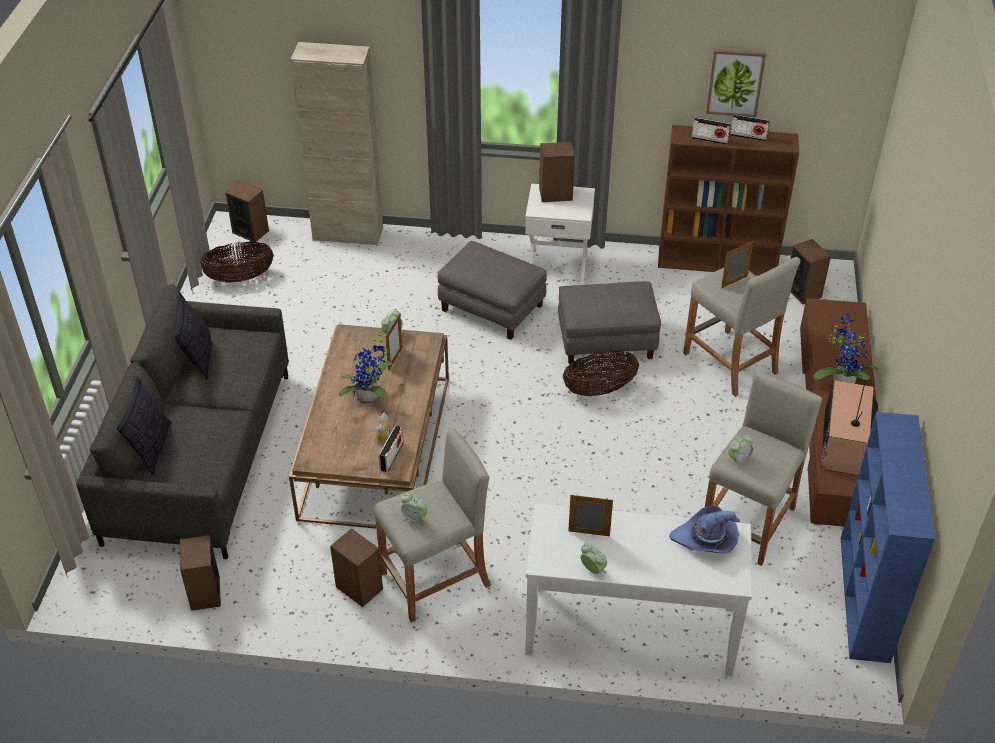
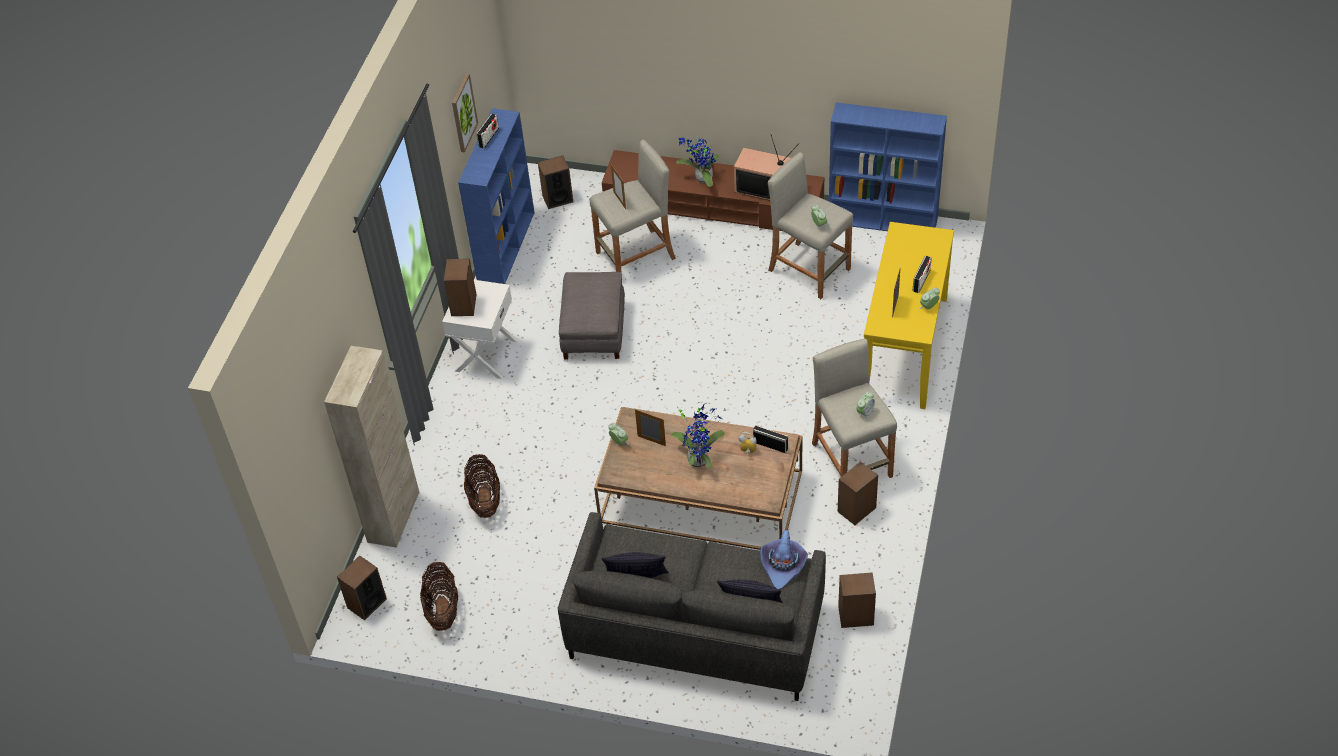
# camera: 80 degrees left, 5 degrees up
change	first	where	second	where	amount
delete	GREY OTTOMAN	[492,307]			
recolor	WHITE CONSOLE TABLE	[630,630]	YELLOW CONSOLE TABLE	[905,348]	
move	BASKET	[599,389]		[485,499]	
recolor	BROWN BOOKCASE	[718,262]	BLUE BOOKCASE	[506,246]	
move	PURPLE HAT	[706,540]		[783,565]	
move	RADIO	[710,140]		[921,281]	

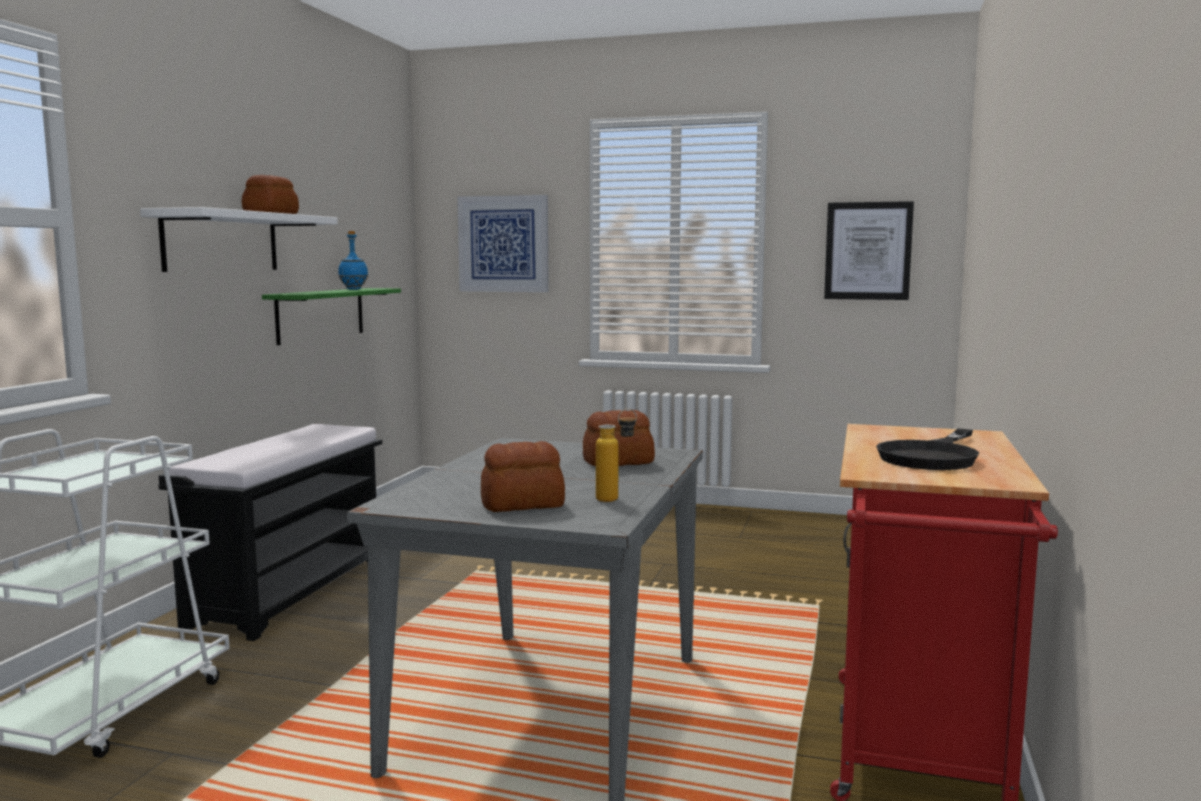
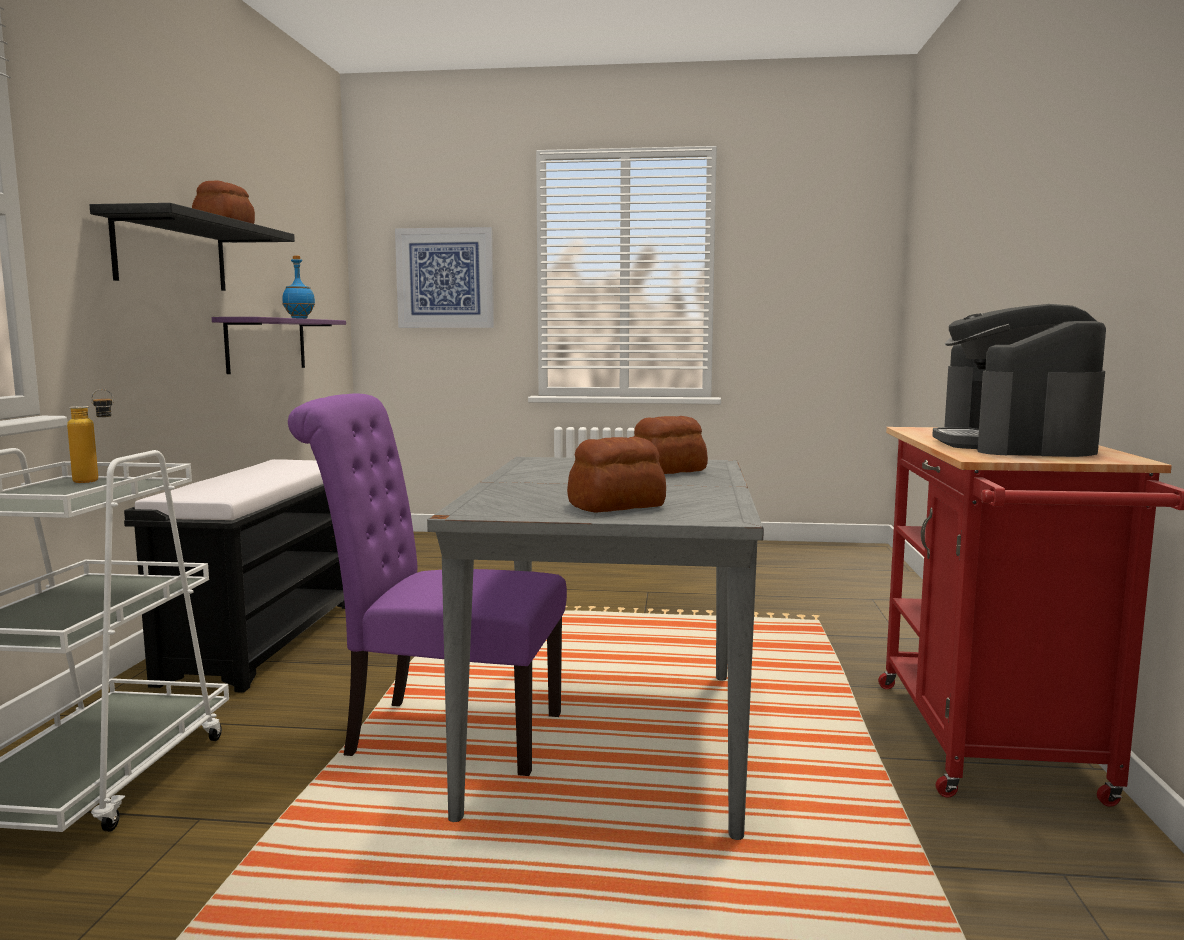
# camera: 10 degrees left, 0 degrees up
change	first	where	second	where	amount
recolor	WHITE SHELF	[221,242]	BLACK SHELF	[172,254]	
recolor	GREEN SHELF	[321,314]	PURPLE SHELF	[267,344]	
move	BOTTLE	[616,499]		[96,480]	
delete	PICTURE	[868,251]			
replace	BLACK FRYING PAN	[932,456]	COFFEE MACHINE	[1013,444]	
insert			PURPLE CHAIR	[442,734]	

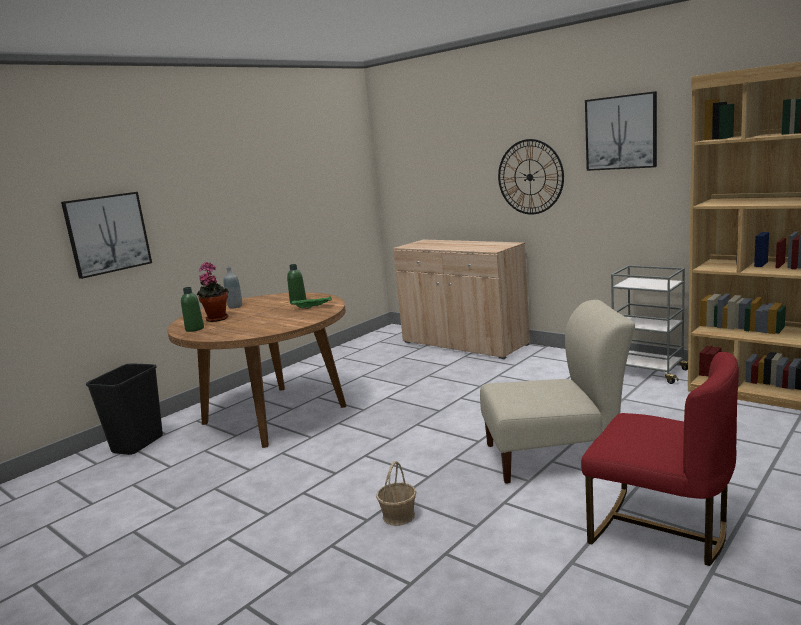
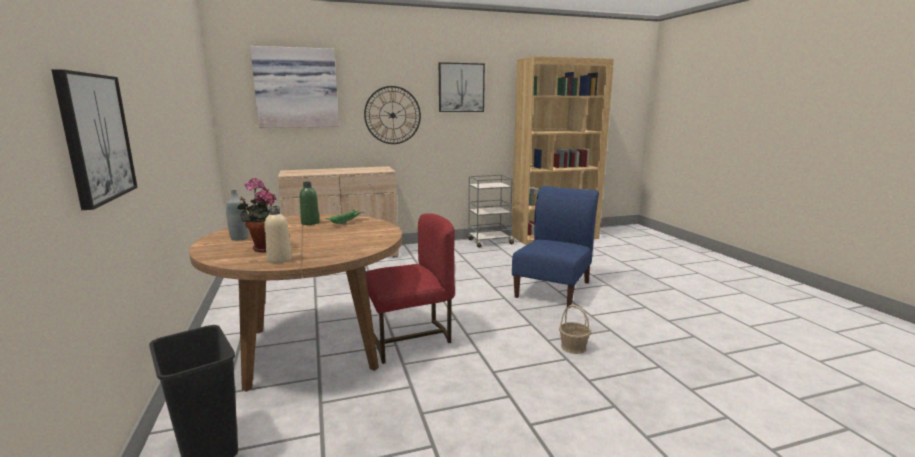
# camera: 60 degrees left, 0 degrees up
change	first	where	second	where	amount
recolor	GREEN BOTTLE	[194,329]	BEIGE BOTTLE	[279,259]	
recolor	BEIGE CHAIR	[555,456]	BLUE CHAIR	[554,288]	
move	RED CHAIR	[660,529]		[409,338]	
insert			PICTURE	[296,88]	

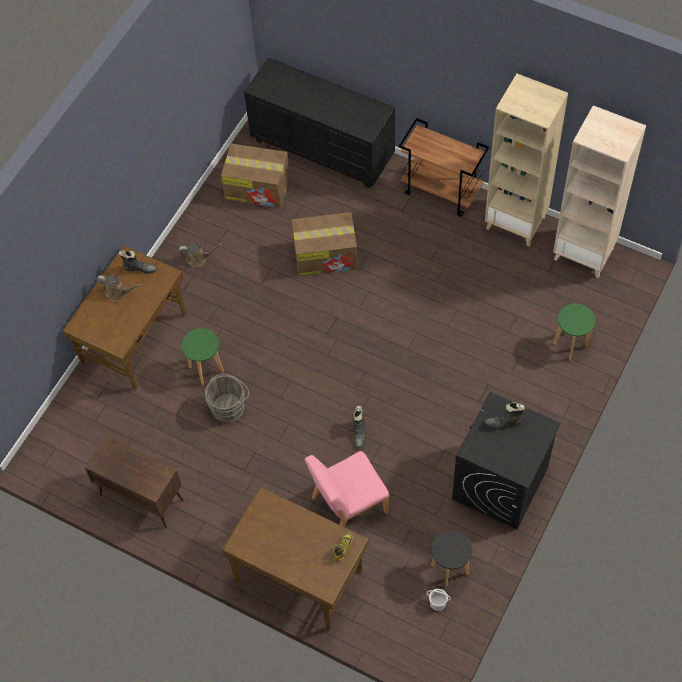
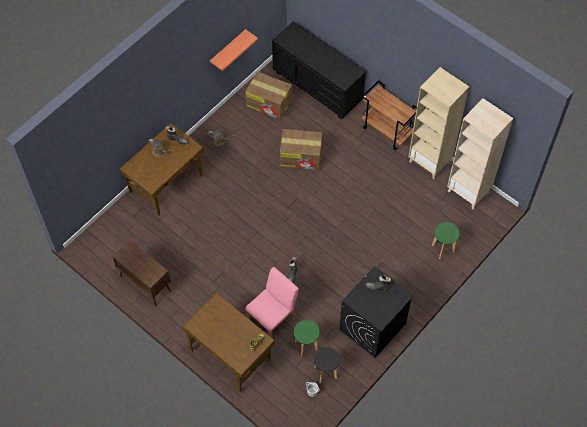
# camera: 10 degrees right, 0 degrees up
change	first	where	second	where	amount
move	GREEN STOOL	[206,369]		[306,346]	
delete	GREY BUCKET	[229,406]			
rotate	PINK CHAIR	[348,504]		[273,318]	150 degrees clockwise
insert			SHELF	[228,49]	

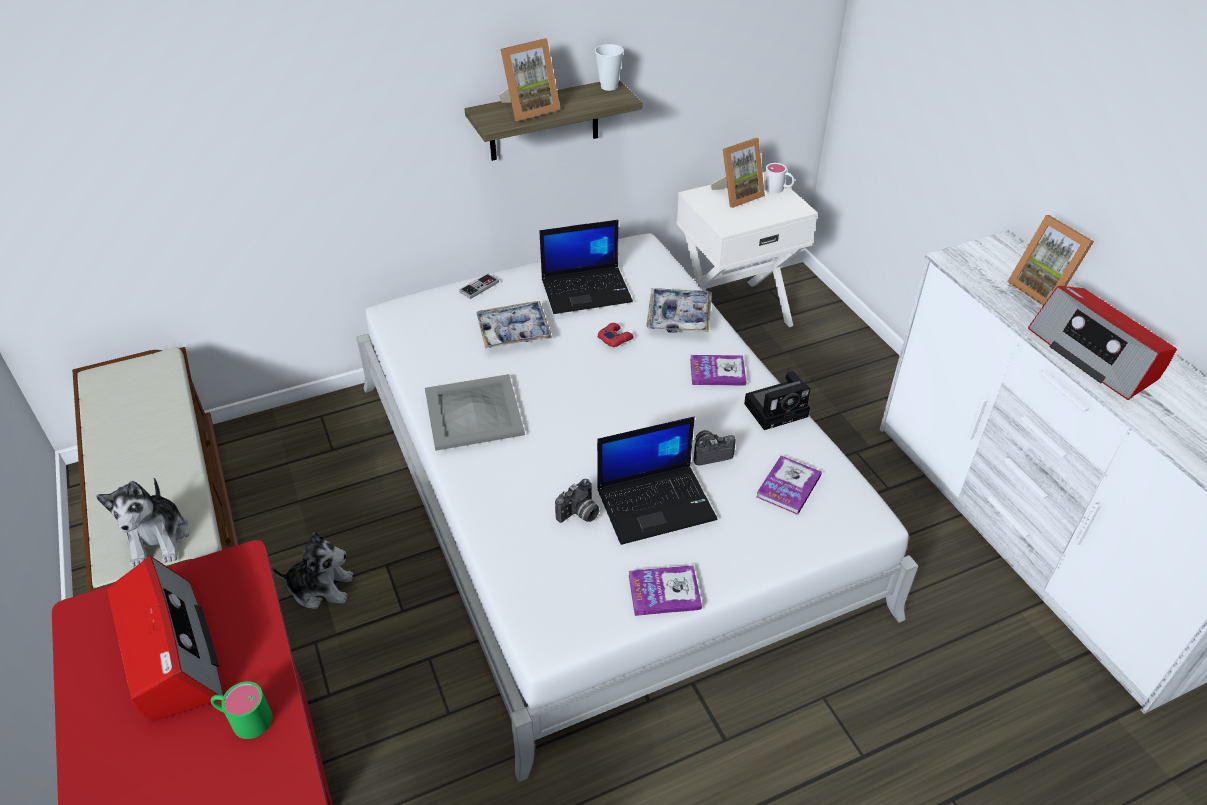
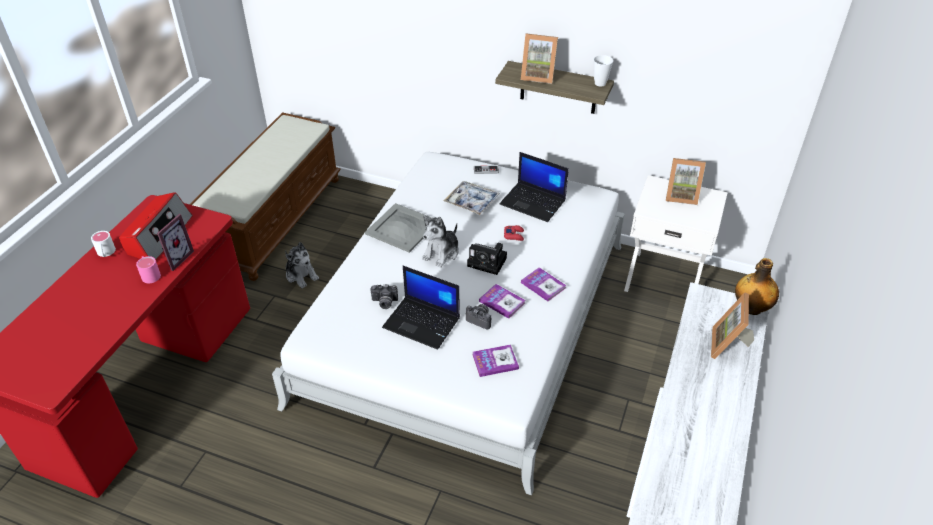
# camera: 45 degrees right, 0 degrees up
change	first	where	second	where	amount
move	PLUSH TOY	[159,538]		[442,253]	
recolor	GREEN MUG	[243,719]	PINK MUG	[150,274]	
move	BOOK	[664,592]		[502,302]	
delete	TRAY	[679,317]			
move	PHOTO CAMERA	[778,409]		[488,262]	
move	WHITE MUG	[778,189]		[106,253]	
delete	RADIO	[1095,355]			
insert			PICTURE FRAME	[176,258]	
insert			BOTTLE	[751,308]	

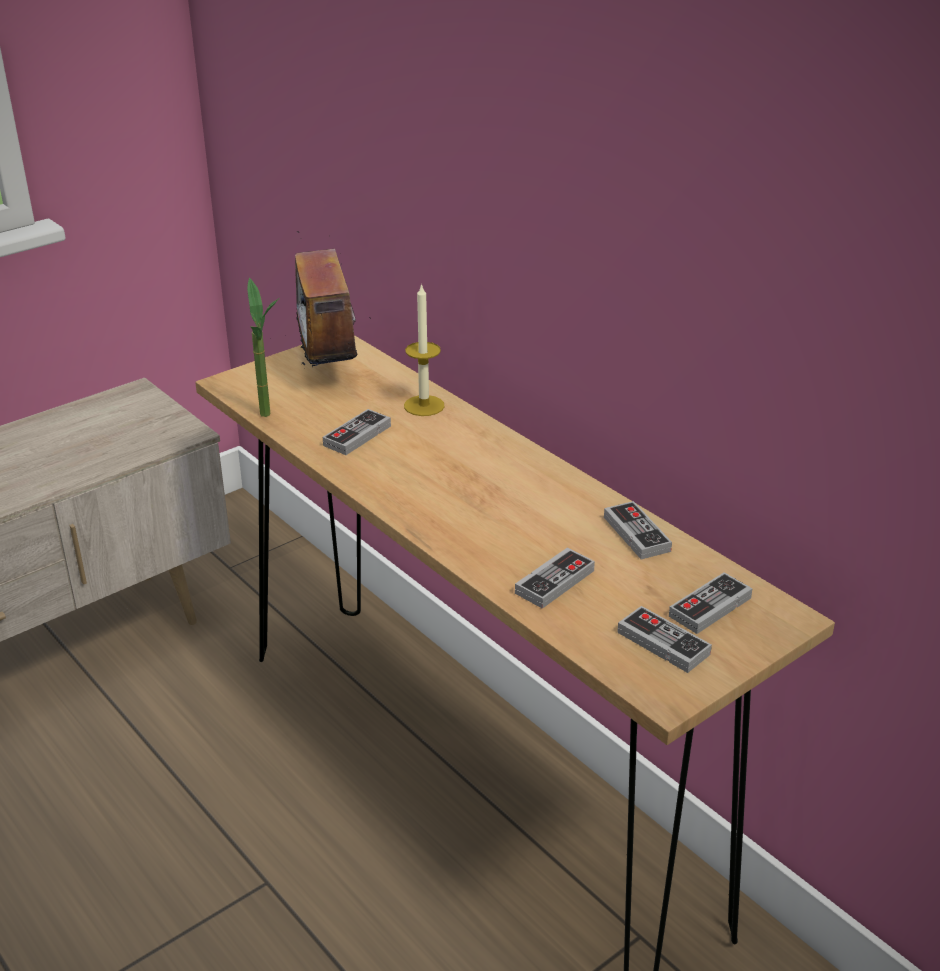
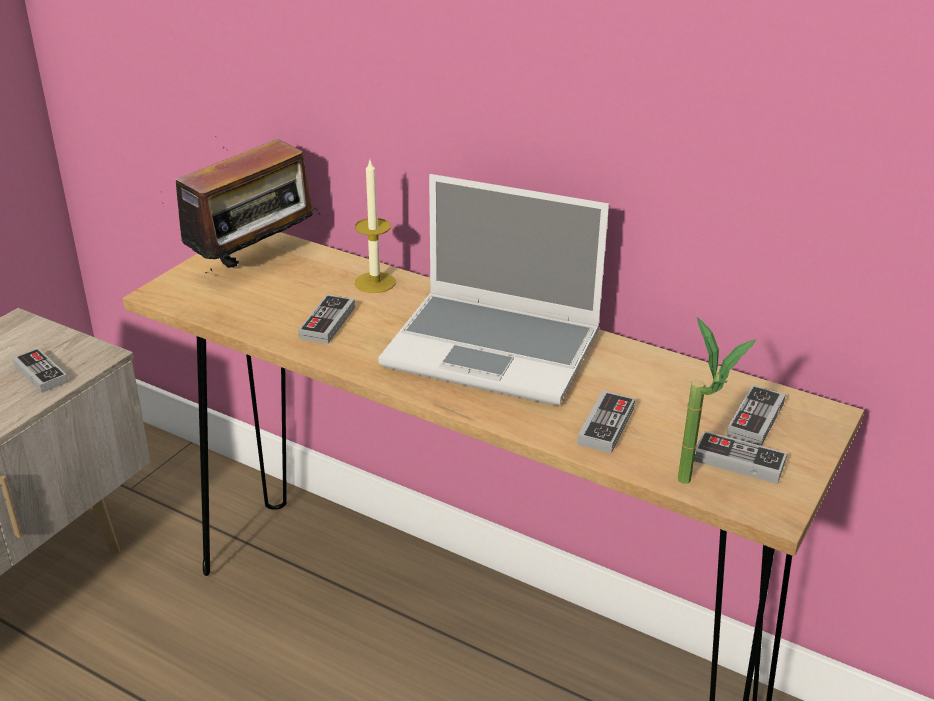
# camera: 20 degrees left, 0 degrees up
change	first	where	second	where	amount
move	POTTED PLANT	[271,418]		[697,484]	
rotate	RADIO	[326,369]		[255,263]	105 degrees counterclockwise
move	GAME CONTROLLER	[636,534]		[40,373]	
insert			LAPTOP	[495,349]	

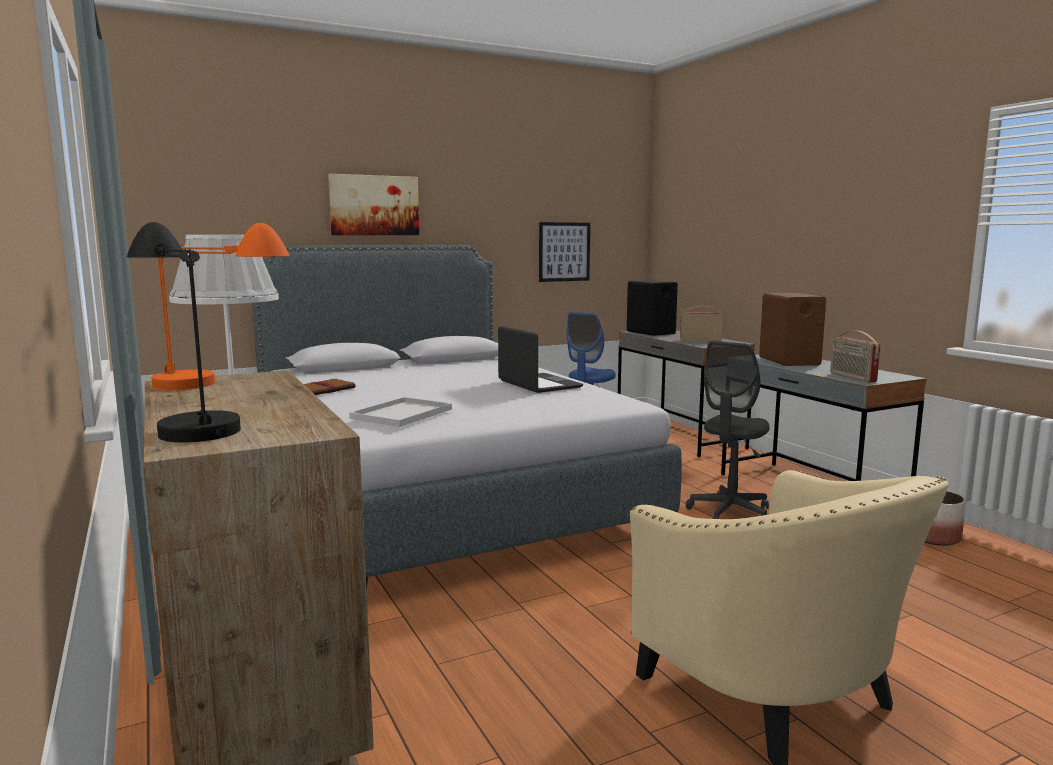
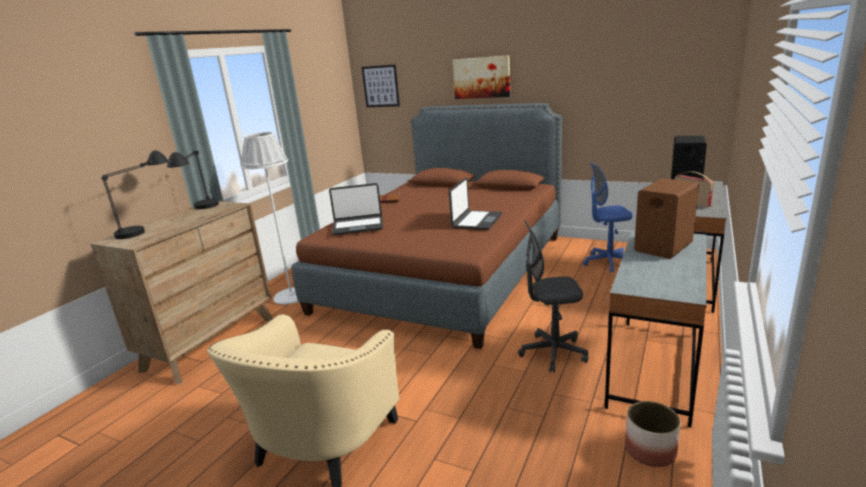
# camera: 55 degrees right, 10 degrees up
change	first	where	second	where	amount
recolor	ORANGE TABLE LAMP	[220,389]	BLACK TABLE LAMP	[201,211]	
recolor	GREY BED	[439,493]	BROWN BED	[445,271]	
replace	WHITE TRAY	[402,413]	LAPTOP	[358,226]	
move	PICTURE	[564,252]		[380,86]	
delete	RADIO	[852,377]			

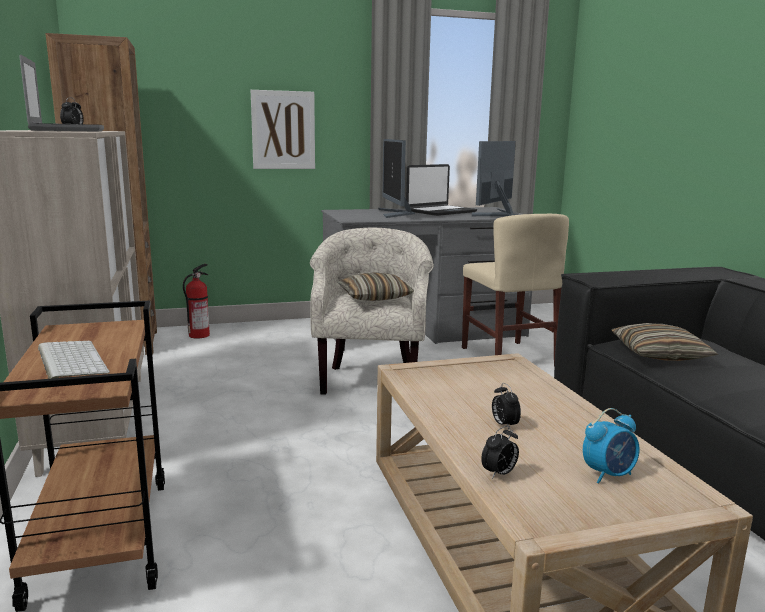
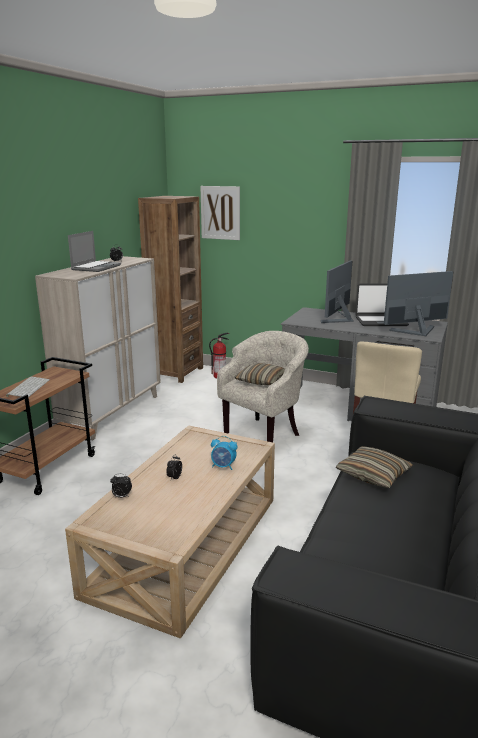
# camera: 40 degrees right, 5 degrees up
change	first	where	second	where	amount
move	PICTURE	[283,130]		[220,213]	
move	ALARM CLOCK	[608,474]		[223,466]	

